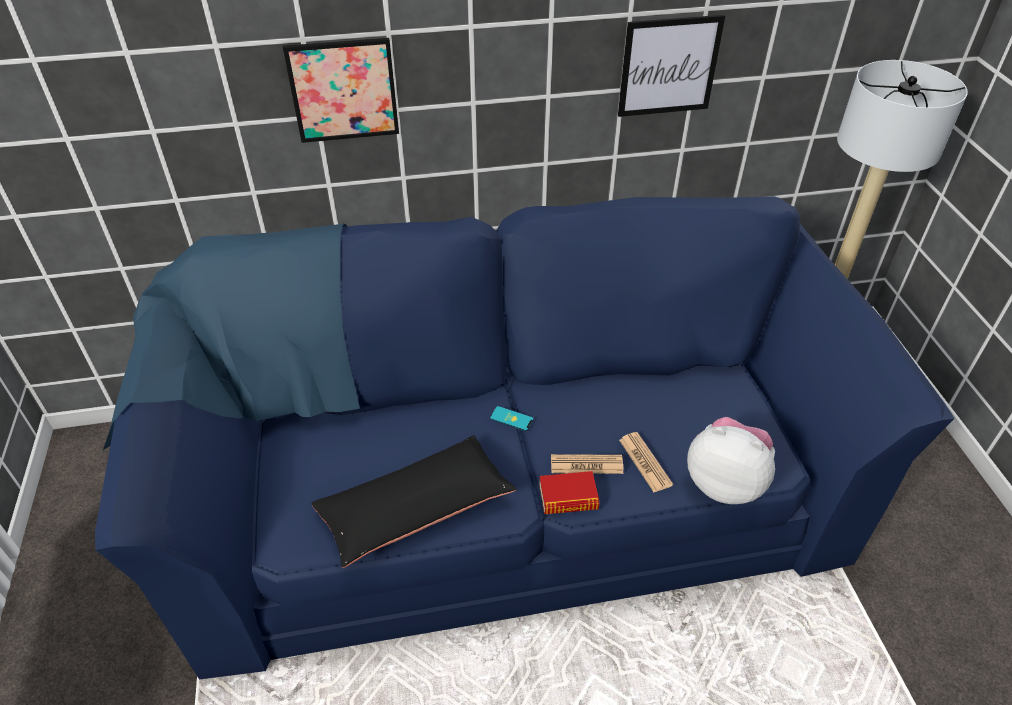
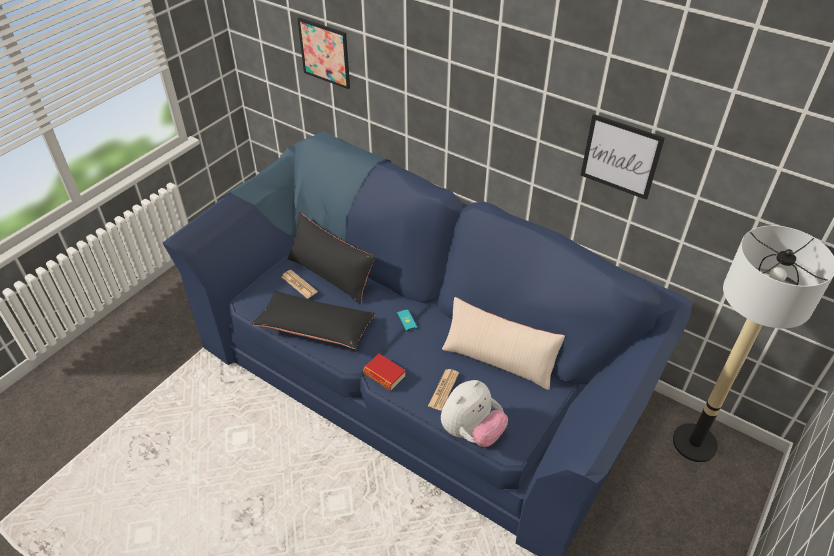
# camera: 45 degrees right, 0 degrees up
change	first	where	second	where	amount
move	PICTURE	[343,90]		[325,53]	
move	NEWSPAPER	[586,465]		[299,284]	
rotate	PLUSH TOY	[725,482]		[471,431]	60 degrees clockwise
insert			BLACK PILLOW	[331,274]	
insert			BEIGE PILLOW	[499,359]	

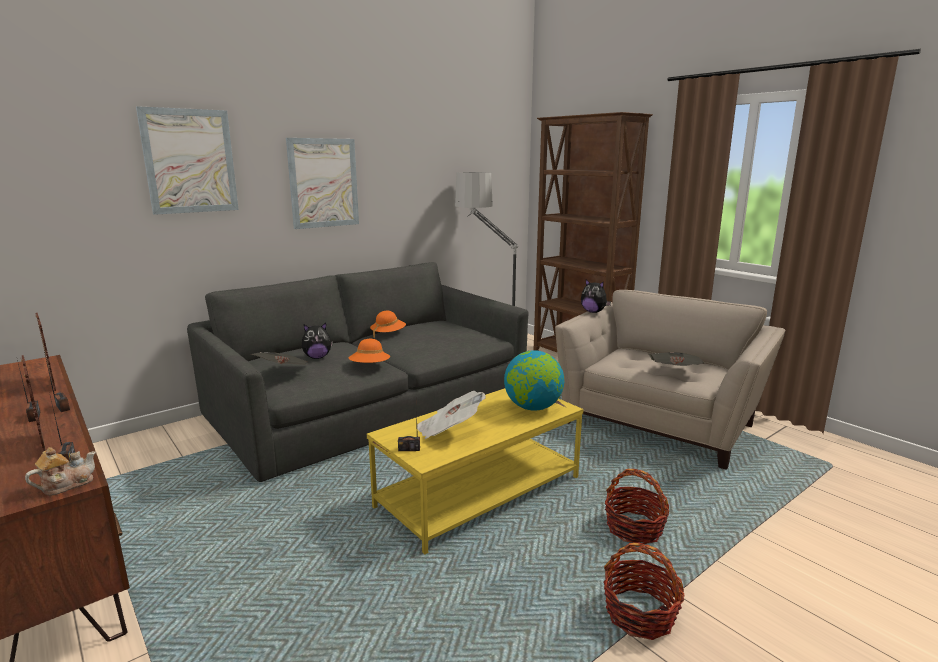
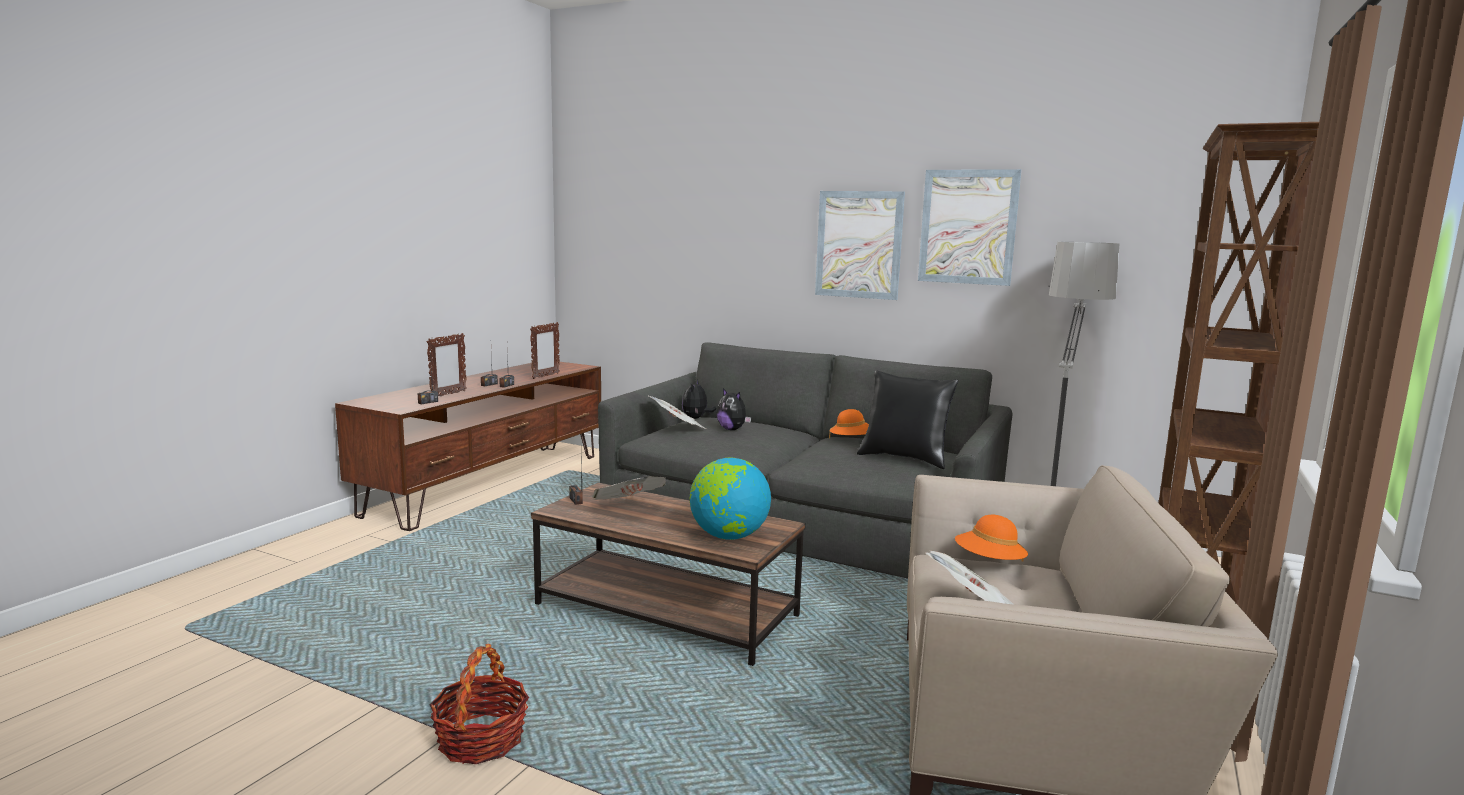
# camera: 65 degrees right, 5 degrees down
change	first	where	second	where	amount
delete	TEAPOT	[66,485]			
move	PICTURE	[190,161]		[968,227]	
move	ORANGE HAT	[370,367]		[989,563]	
recolor	YELLOW COFFEE TABLE	[479,491]	BROWN COFFEE TABLE	[668,610]	
move	PLUSH TOY	[593,312]		[696,418]	
delete	BASKET	[634,528]			
insert			BLACK PILLOW	[905,458]	

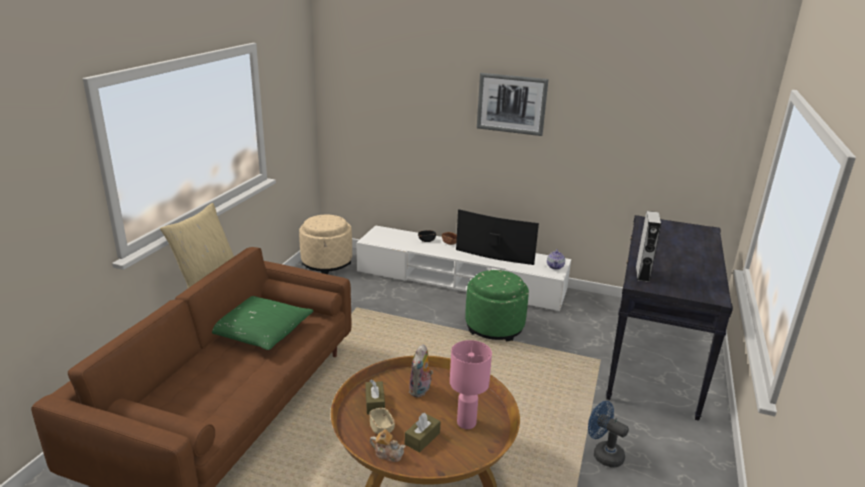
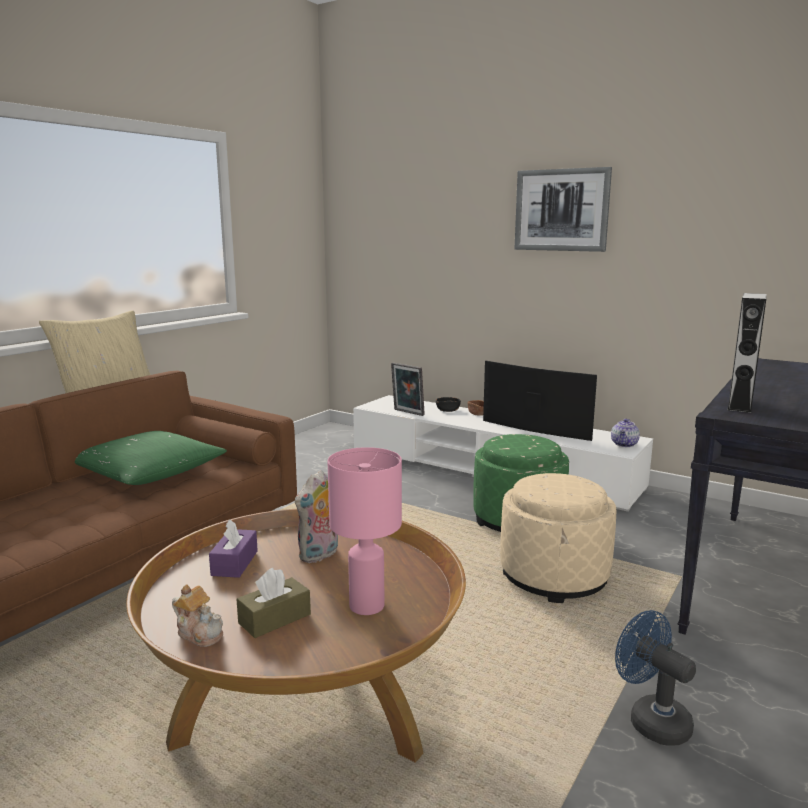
# camera: 15 degrees right, 10 degrees down
change	first	where	second	where	amount
move	BEIGE OTTOMAN	[326,263]		[554,577]	
recolor	BROWN TISSUE BOX	[375,403]	PURPLE TISSUE BOX	[234,563]	
delete	BEIGE BOWL	[381,428]			
insert			PICTURE FRAME	[407,413]	

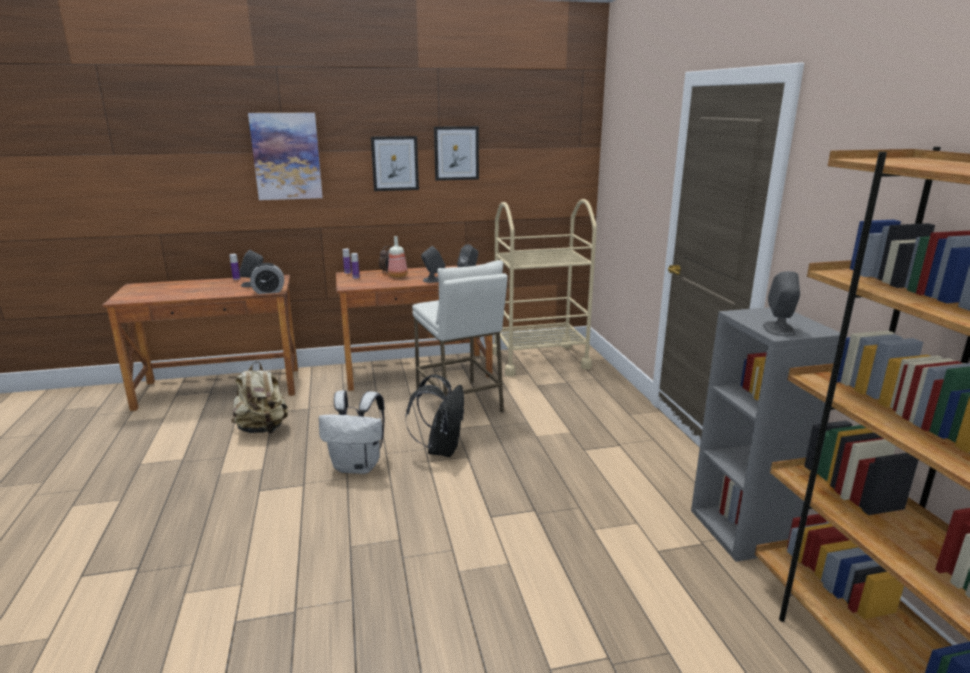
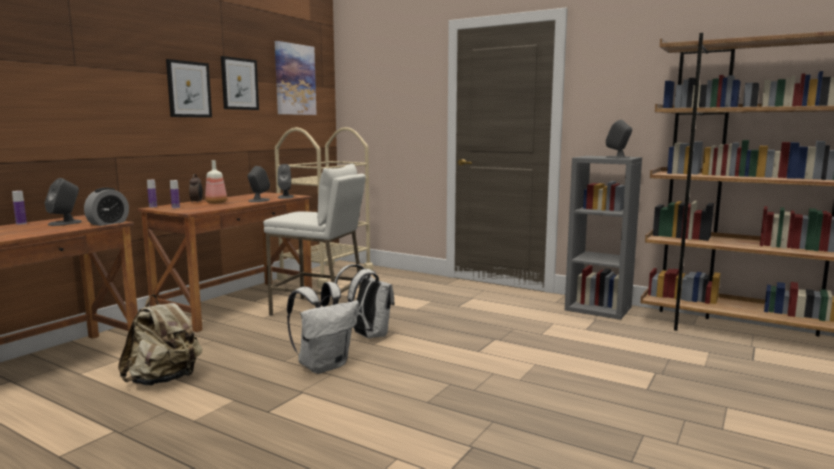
# camera: 45 degrees left, 10 degrees down
change	first	where	second	where	amount
move	PICTURE	[286,156]		[294,79]	
recolor	BLACK BACKPACK	[441,449]	WHITE BACKPACK	[367,335]	

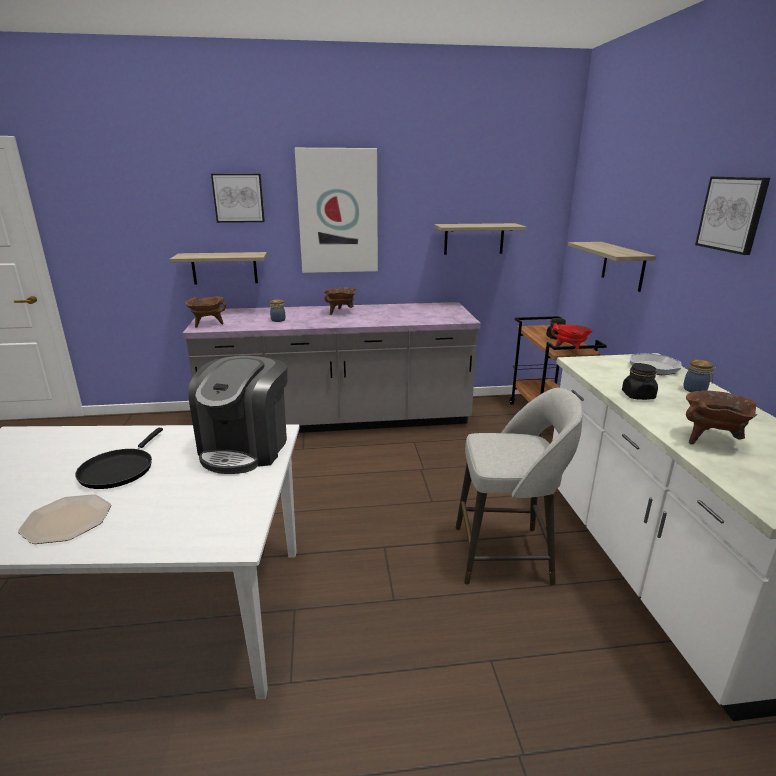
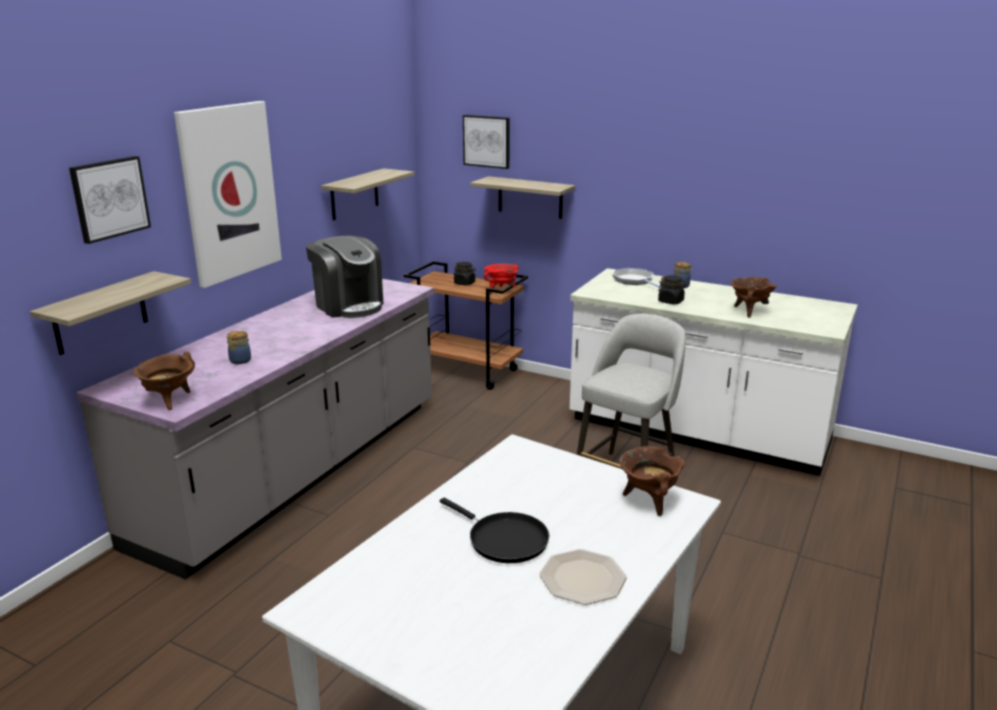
# camera: 55 degrees left, 0 degrees up
change	first	where	second	where	amount
move	COFFEE MACHINE	[246,448]		[348,306]	
move	BROWN COOKING POT	[340,312]		[649,500]	
move	PICTURE	[732,214]		[487,141]	

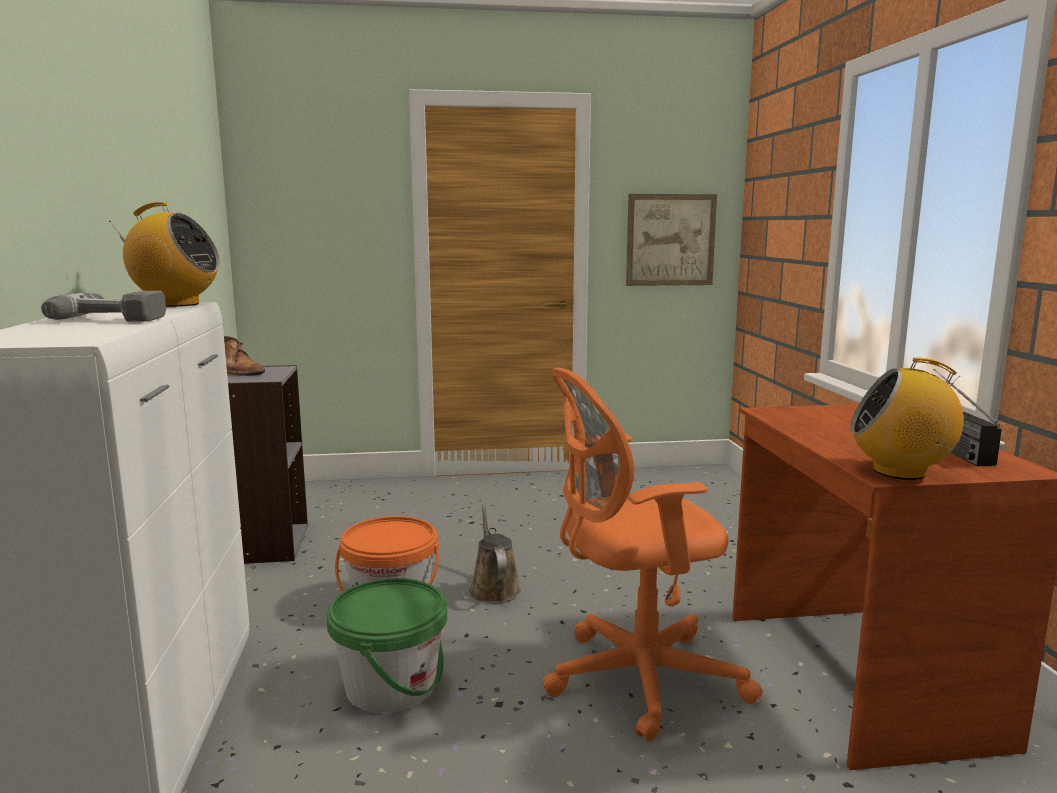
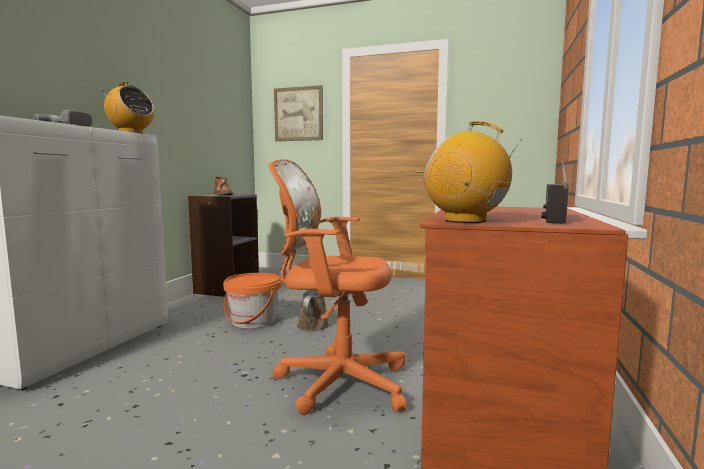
# camera: 25 degrees right, 5 degrees down
change	first	where	second	where	amount
delete	GREEN BUCKET	[391,686]			
move	PICTURE	[670,240]		[298,114]	

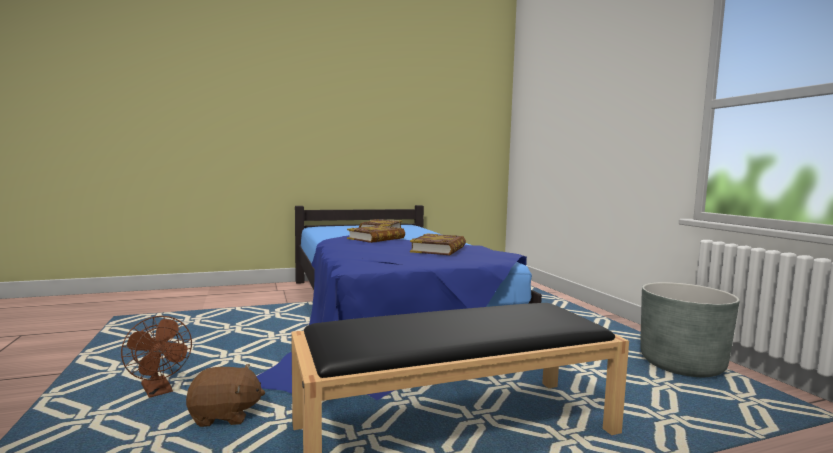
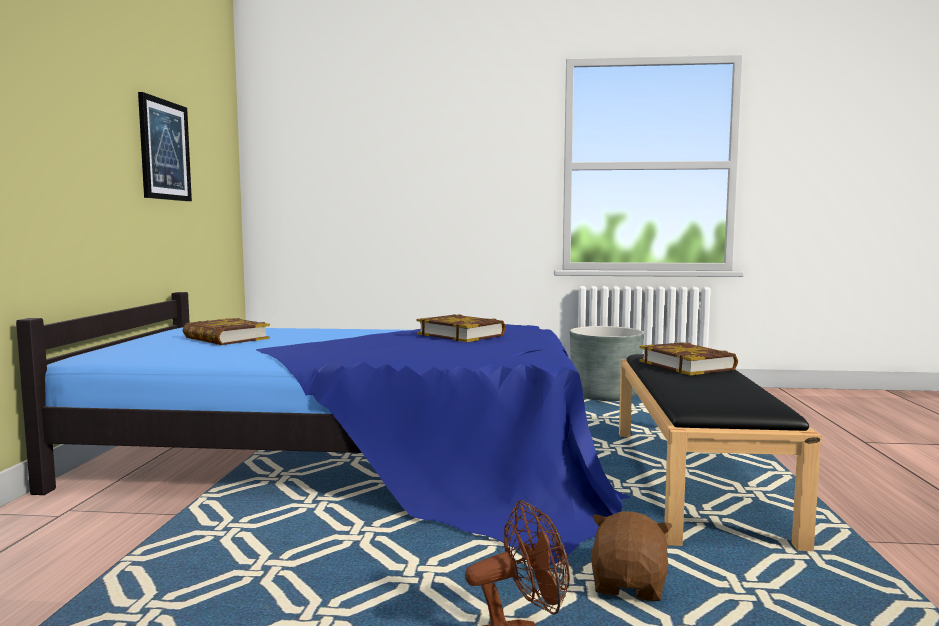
# camera: 65 degrees left, 0 degrees up
change	first	where	second	where	amount
move	BOOK	[376,238]		[687,365]	
insert			PICTURE	[164,150]	

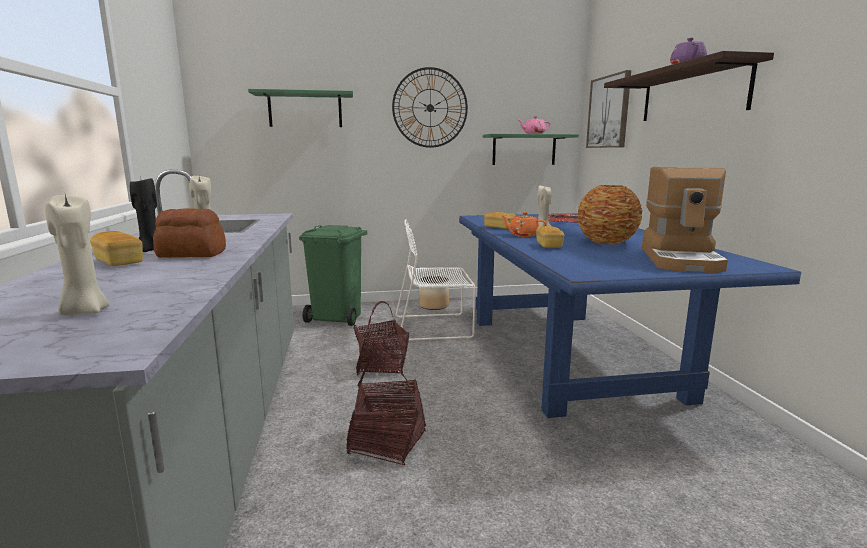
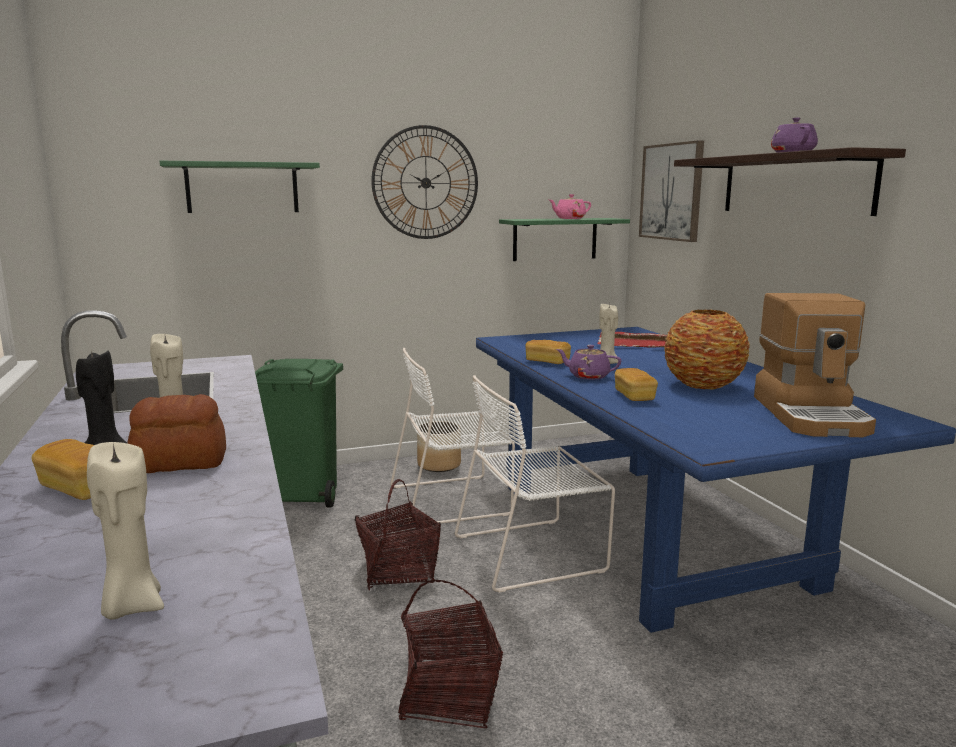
# camera: 10 degrees left, 0 degrees up
change	first	where	second	where	amount
recolor	ORANGE TEAPOT	[523,235]	PURPLE TEAPOT	[588,376]	
insert			WHITE CHAIR	[533,552]	

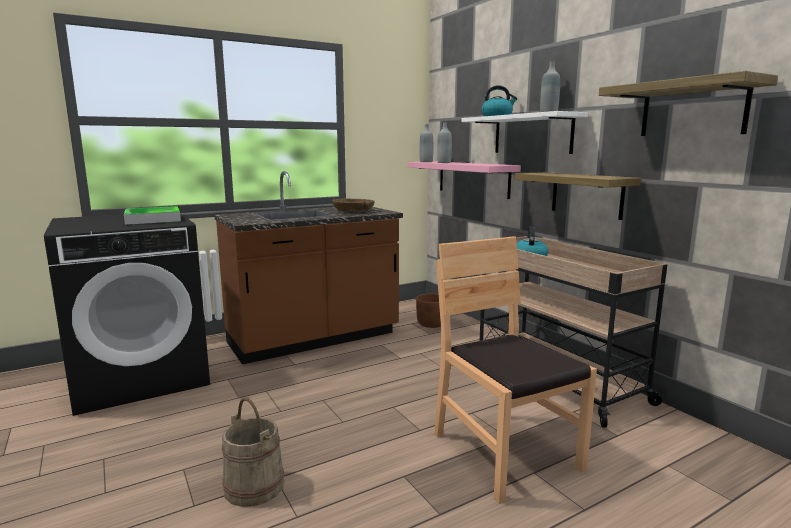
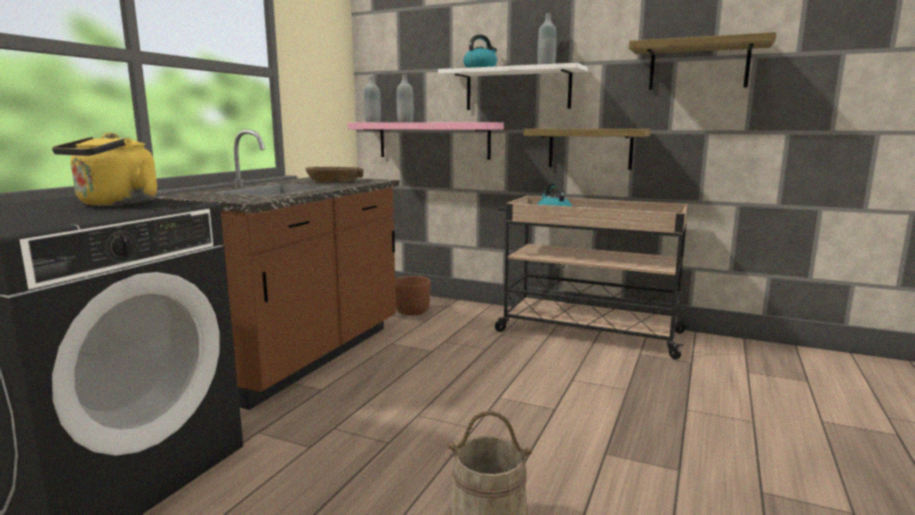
# camera: 35 degrees left, 0 degrees up
change	first	where	second	where	amount
replace	TRAY	[153,219]	YELLOW KETTLE	[114,204]	
delete	BROWN CHAIR	[504,452]			

